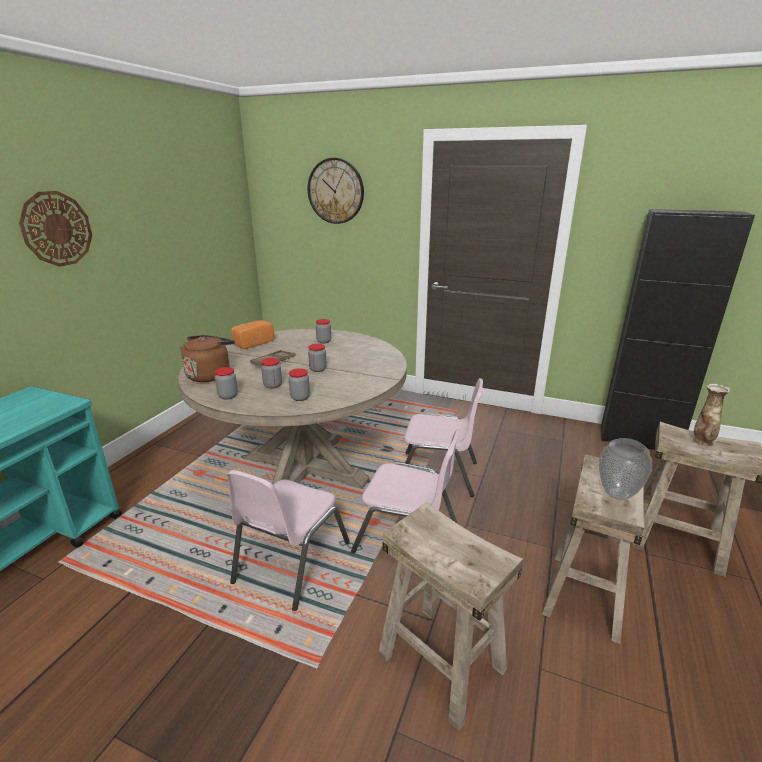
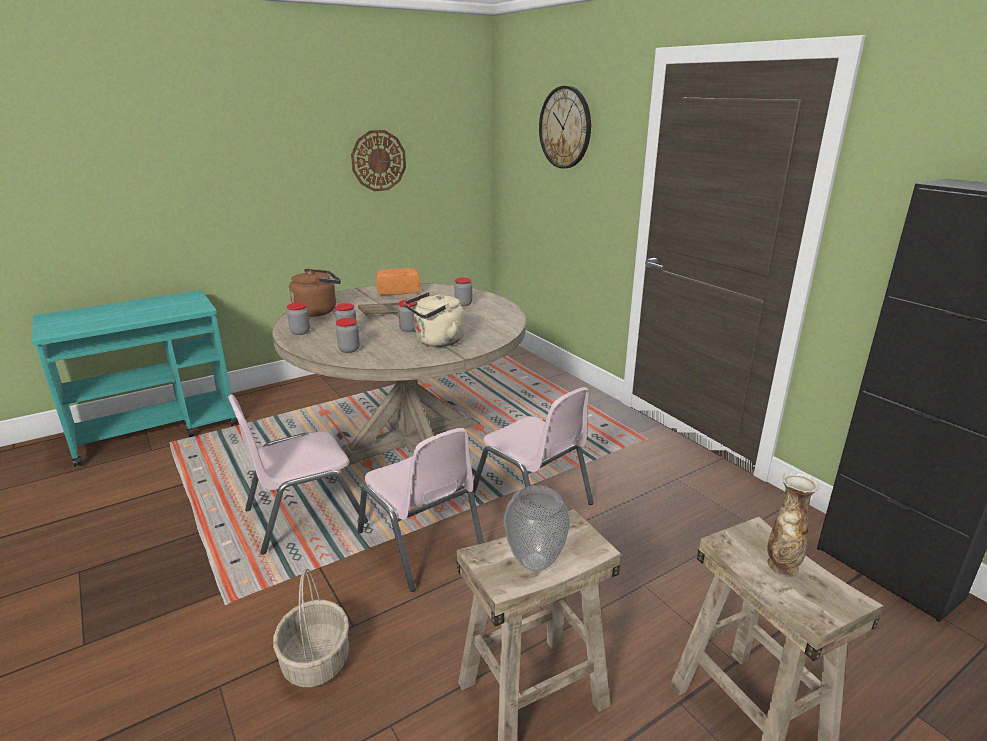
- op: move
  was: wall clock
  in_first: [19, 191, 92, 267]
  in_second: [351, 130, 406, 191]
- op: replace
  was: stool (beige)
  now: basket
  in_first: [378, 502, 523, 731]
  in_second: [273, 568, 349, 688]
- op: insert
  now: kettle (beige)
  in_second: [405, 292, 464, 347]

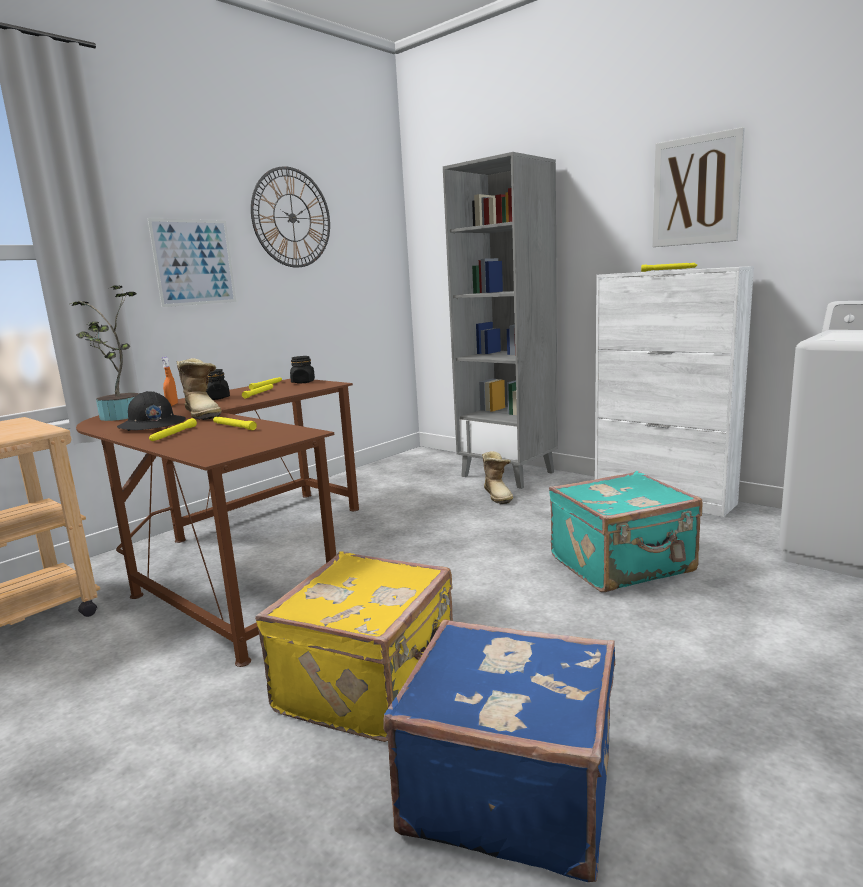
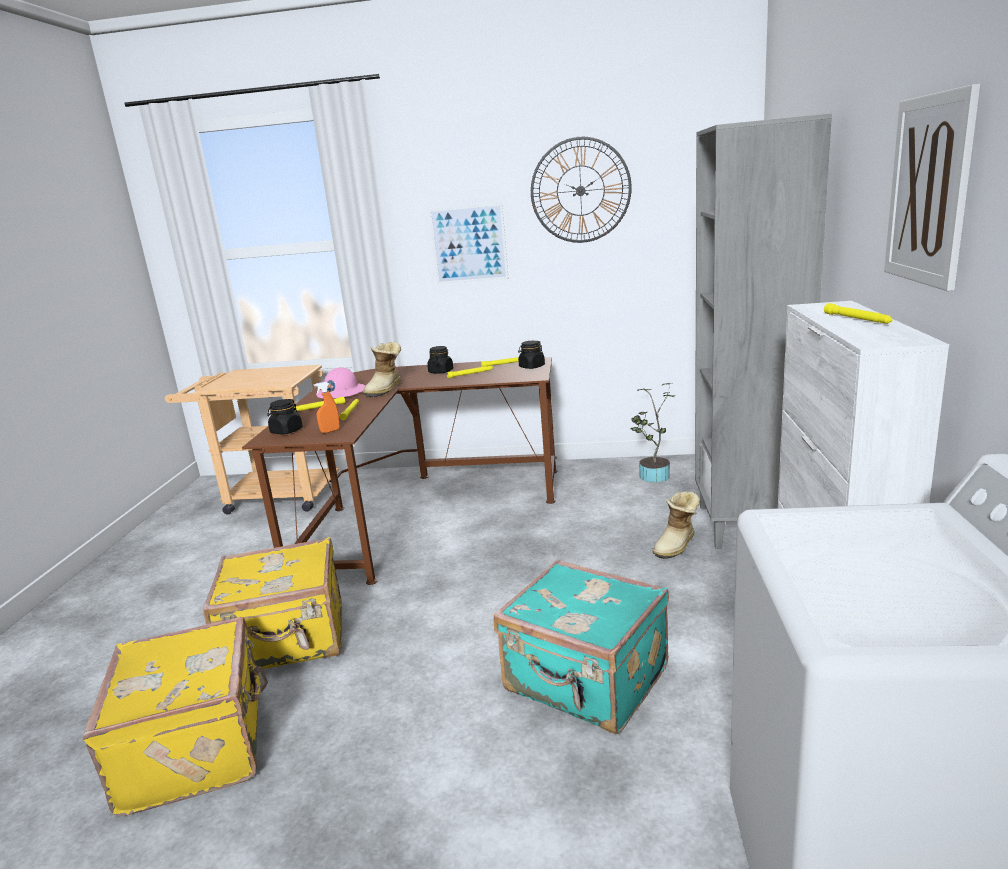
- op: move
  was: potted plant
  in_first: [70, 285, 139, 421]
  in_second: [631, 383, 674, 482]
- op: move
  was: spray bottle (orange)
  in_first: [161, 357, 178, 406]
  in_second: [314, 382, 340, 433]
- op: recolor
  was: hard hat (black)
  now: hard hat (pink)
  in_first: [117, 391, 186, 431]
  in_second: [316, 367, 366, 398]
- op: recolor
  was: suitcase (blue)
  now: suitcase (yellow)
  in_first: [383, 619, 615, 882]
  in_second: [83, 617, 268, 817]
- op: insert
  now: jar (black)
  in_second: [267, 399, 303, 434]

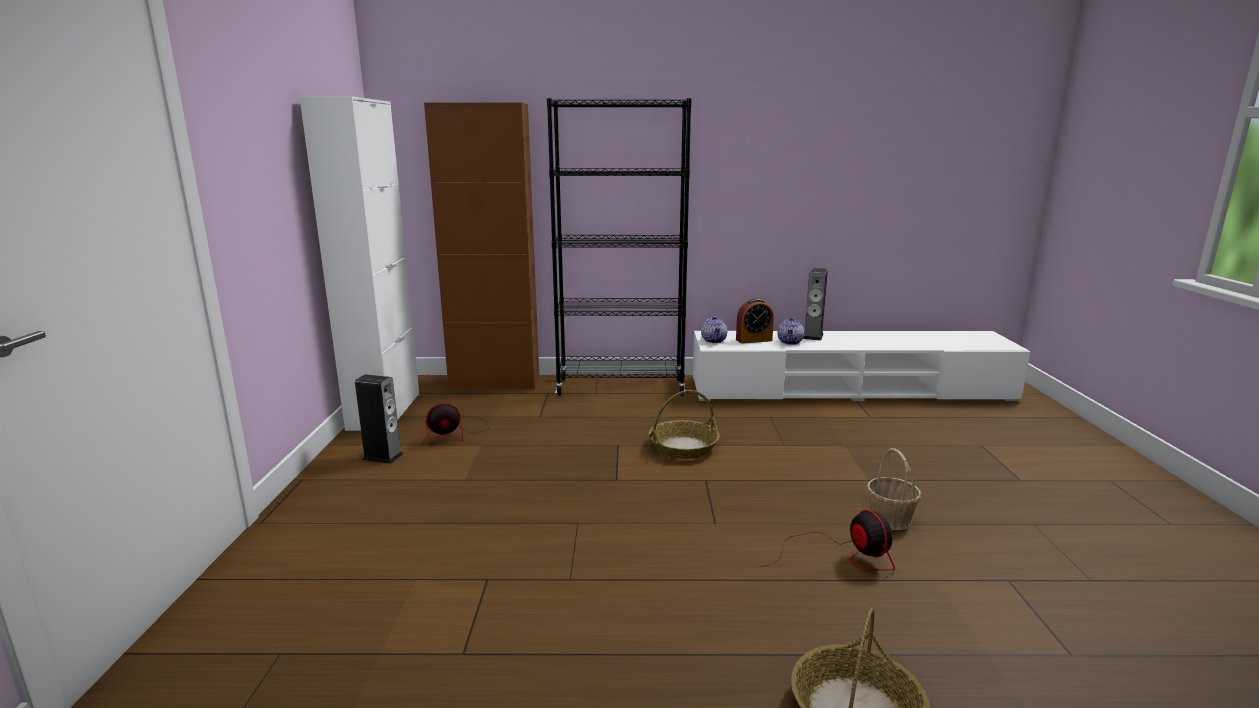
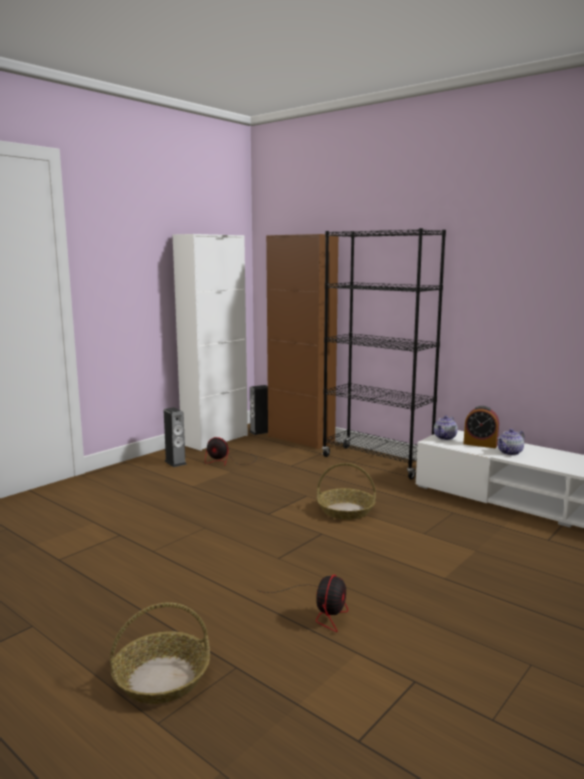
- op: move
  was: speaker
  in_first: [803, 268, 828, 341]
  in_second: [249, 385, 268, 435]
- op: delete
  was: basket
  in_first: [867, 448, 921, 530]

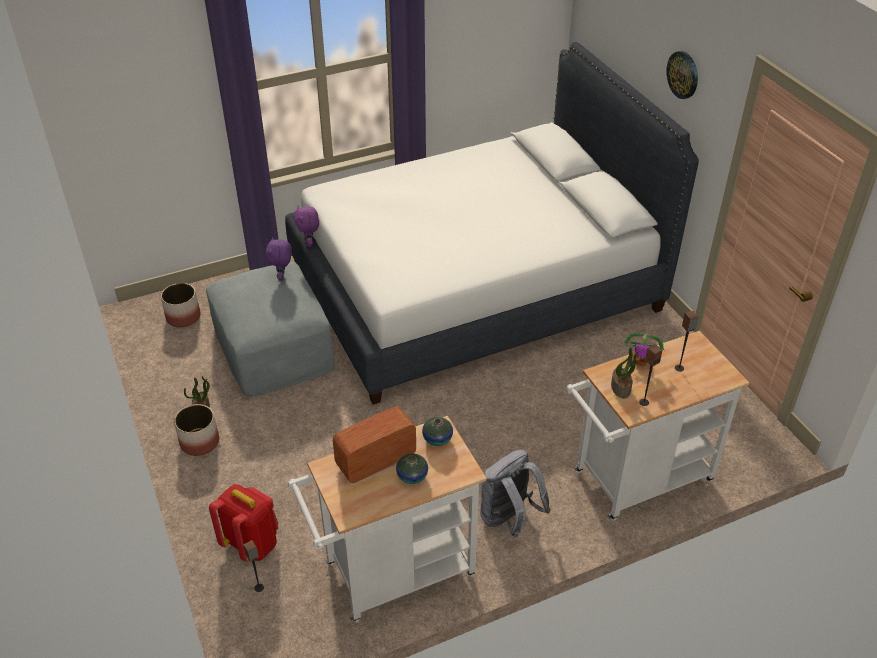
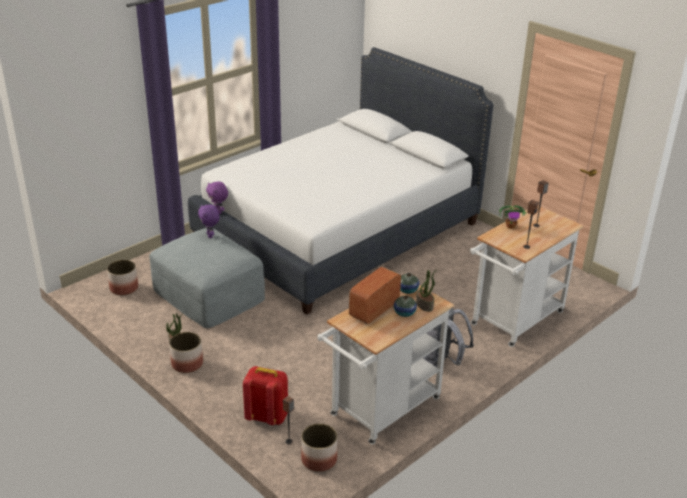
- op: delete
  was: wall clock
  in_first: [666, 51, 698, 99]
- op: move
  was: potted plant
  in_first: [611, 347, 642, 398]
  in_second: [416, 270, 436, 312]
- op: insert
  now: planter
  in_second: [301, 423, 337, 472]

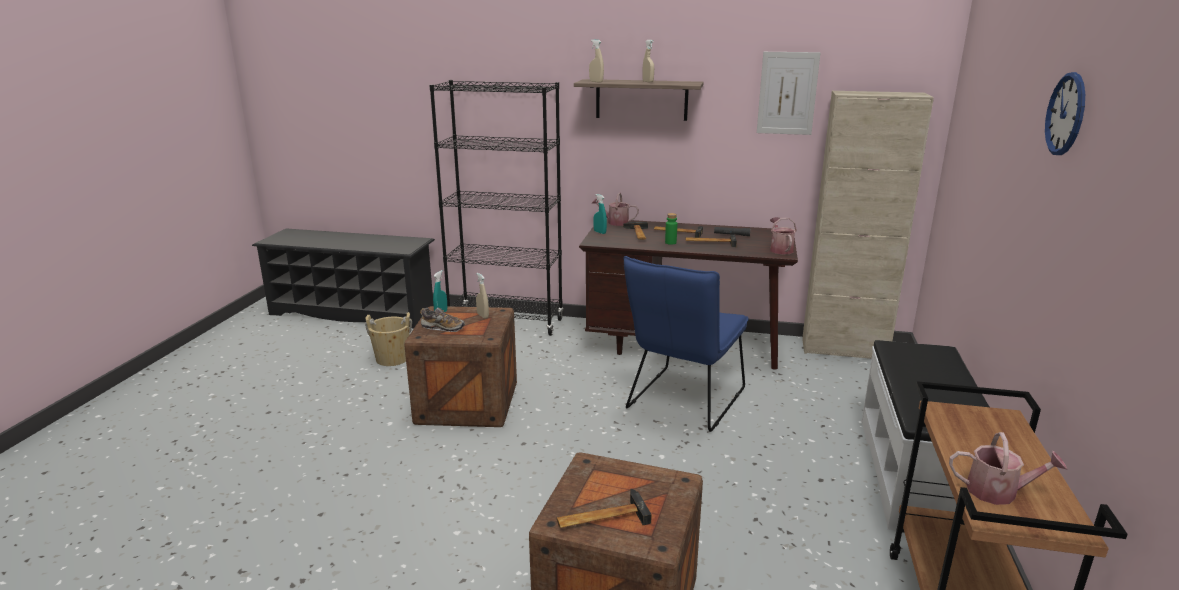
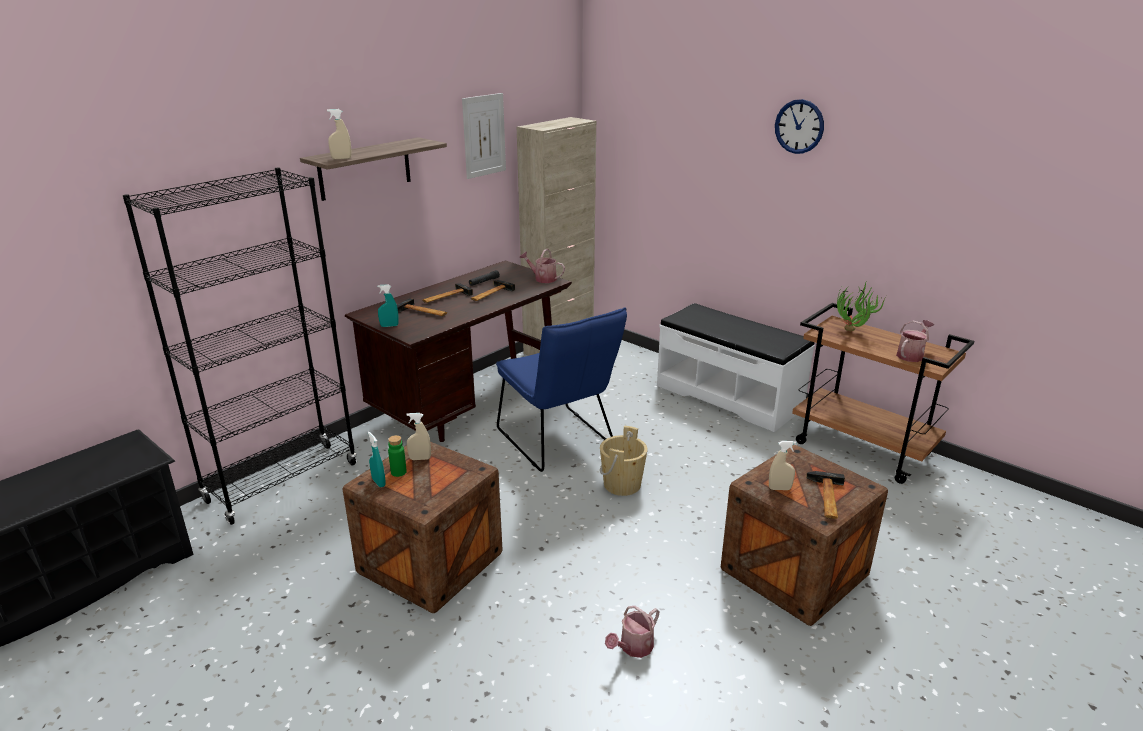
- op: move
  was: spray bottle (beige)
  in_first: [642, 40, 654, 82]
  in_second: [769, 441, 797, 490]
- op: move
  was: watering can
  in_first: [592, 193, 639, 226]
  in_second: [605, 606, 660, 658]
- op: move
  was: bottle (green)
  in_first: [665, 213, 677, 245]
  in_second: [388, 435, 407, 477]
- op: delete
  was: shoe
  in_first: [420, 307, 465, 332]
- op: move
  was: bucket (beige)
  in_first: [365, 312, 412, 366]
  in_second: [600, 426, 648, 496]
- op: insert
  now: potted plant
  in_second: [837, 283, 886, 331]

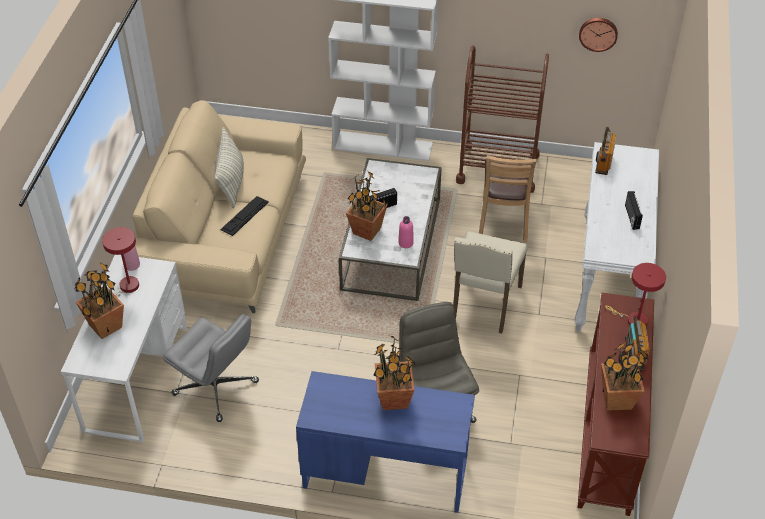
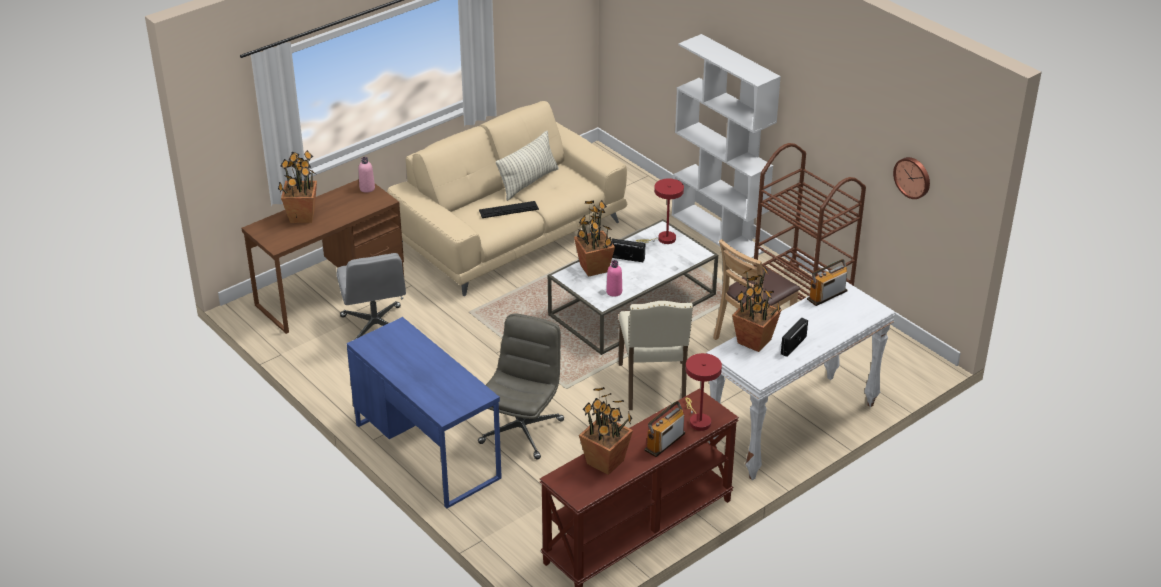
- op: move
  was: table lamp (red)
  in_first: [102, 227, 139, 297]
  in_second: [636, 178, 684, 244]
- op: rotate
  was: chair (beige)
  in_first: [453, 231, 528, 334]
  in_second: [619, 301, 693, 410]
  clockwise: -60
- op: recolor
  was: desk (white)
  now: desk (brown)
  in_first: [61, 255, 187, 442]
  in_second: [242, 179, 404, 334]
- op: move
  was: potted plant
  in_first: [373, 336, 417, 410]
  in_second: [732, 265, 781, 352]

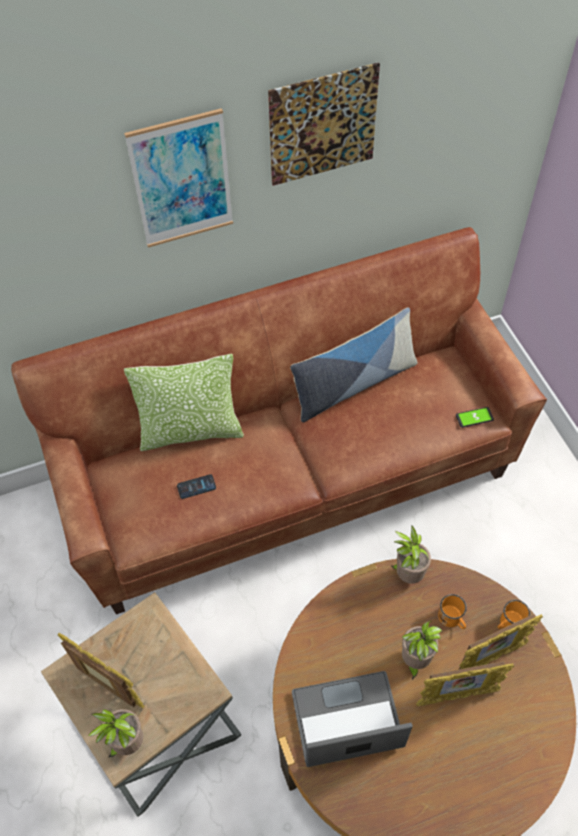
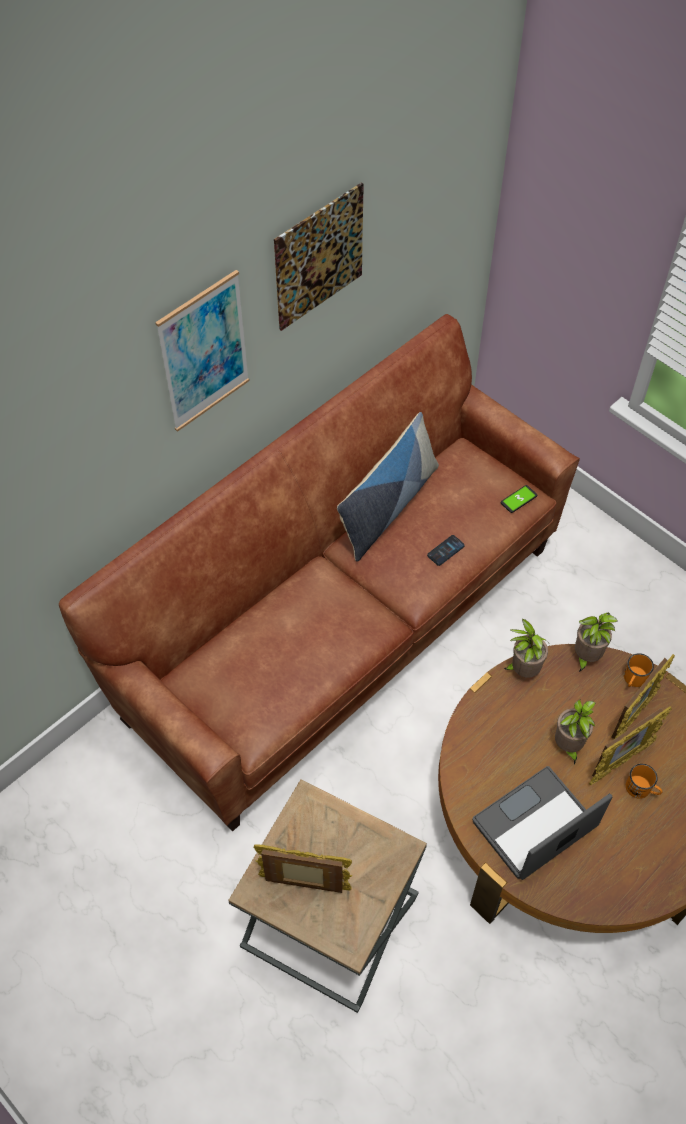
- op: delete
  was: pillow
  in_first: [124, 354, 244, 451]
- op: move
  was: phone
  in_first: [177, 474, 216, 499]
  in_second: [427, 535, 465, 566]
- op: move
  was: mug (orange)
  in_first: [438, 594, 467, 629]
  in_second: [626, 764, 663, 799]
- op: move
  was: potted plant
  in_first: [88, 709, 143, 758]
  in_second: [575, 613, 618, 672]

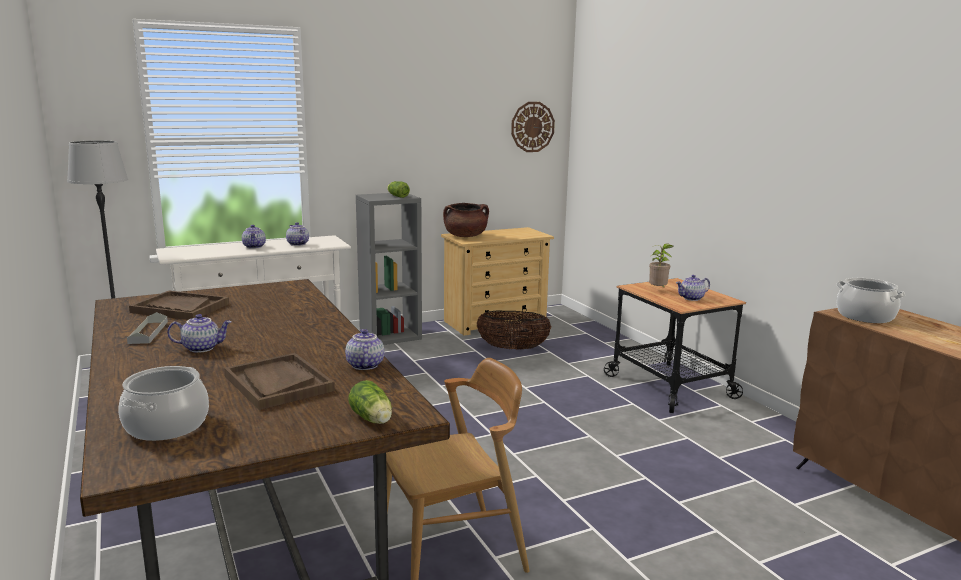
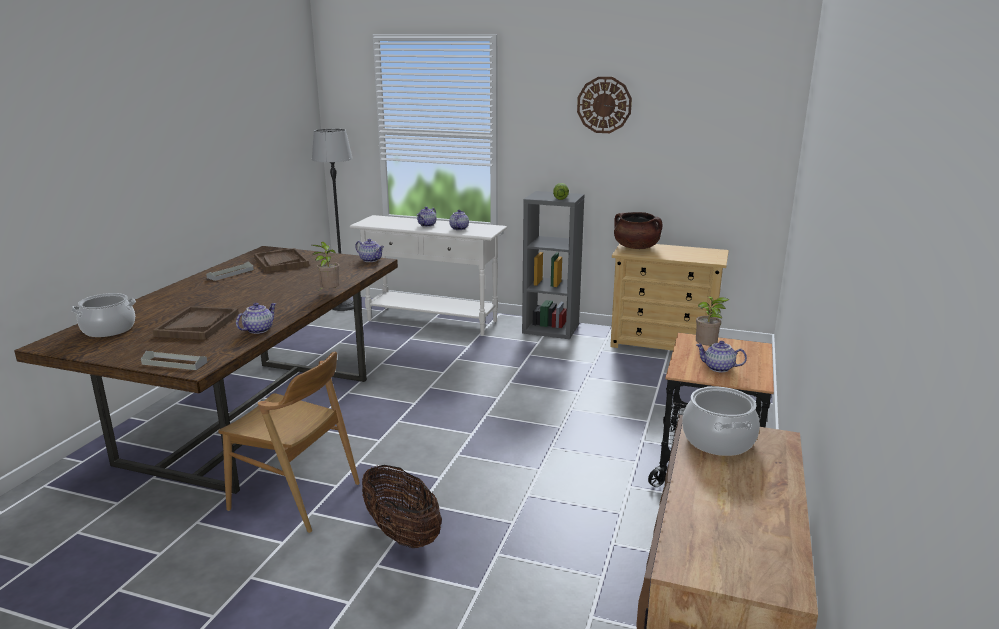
- op: move
  was: wall clock
  in_first: [511, 102, 555, 152]
  in_second: [577, 77, 632, 133]
- op: move
  was: basket
  in_first: [477, 310, 551, 350]
  in_second: [362, 464, 442, 548]
- op: move
  was: teapot
  in_first: [167, 314, 231, 353]
  in_second: [355, 239, 384, 262]
- op: replace
  was: lettuce
  now: tray (grey)
  in_first: [349, 380, 392, 424]
  in_second: [141, 351, 207, 370]
- op: insert
  now: potted plant
  in_second: [312, 242, 340, 291]

